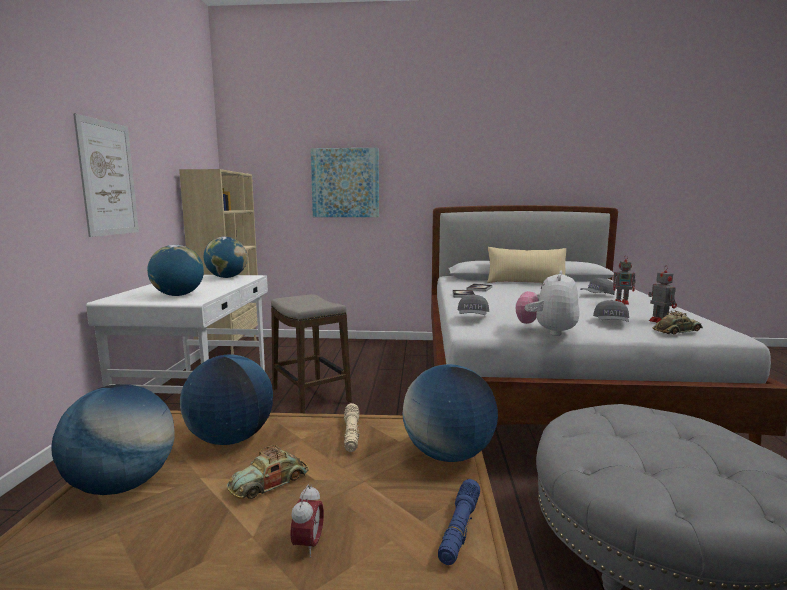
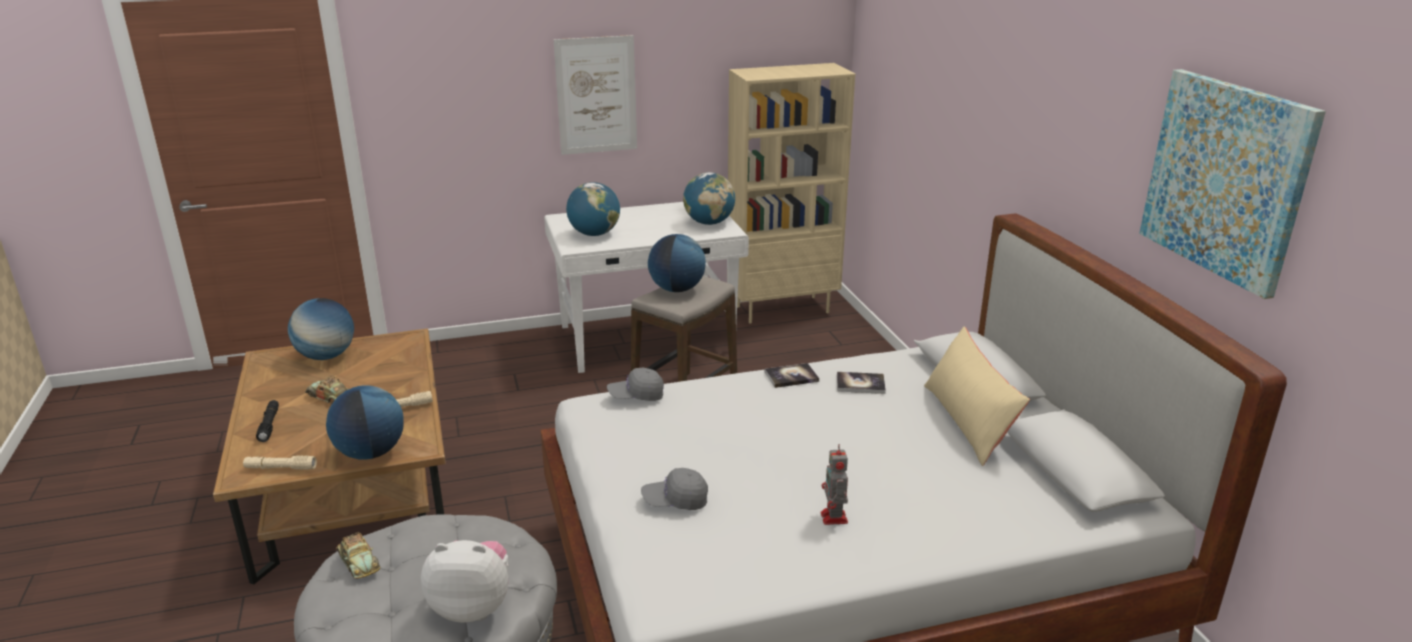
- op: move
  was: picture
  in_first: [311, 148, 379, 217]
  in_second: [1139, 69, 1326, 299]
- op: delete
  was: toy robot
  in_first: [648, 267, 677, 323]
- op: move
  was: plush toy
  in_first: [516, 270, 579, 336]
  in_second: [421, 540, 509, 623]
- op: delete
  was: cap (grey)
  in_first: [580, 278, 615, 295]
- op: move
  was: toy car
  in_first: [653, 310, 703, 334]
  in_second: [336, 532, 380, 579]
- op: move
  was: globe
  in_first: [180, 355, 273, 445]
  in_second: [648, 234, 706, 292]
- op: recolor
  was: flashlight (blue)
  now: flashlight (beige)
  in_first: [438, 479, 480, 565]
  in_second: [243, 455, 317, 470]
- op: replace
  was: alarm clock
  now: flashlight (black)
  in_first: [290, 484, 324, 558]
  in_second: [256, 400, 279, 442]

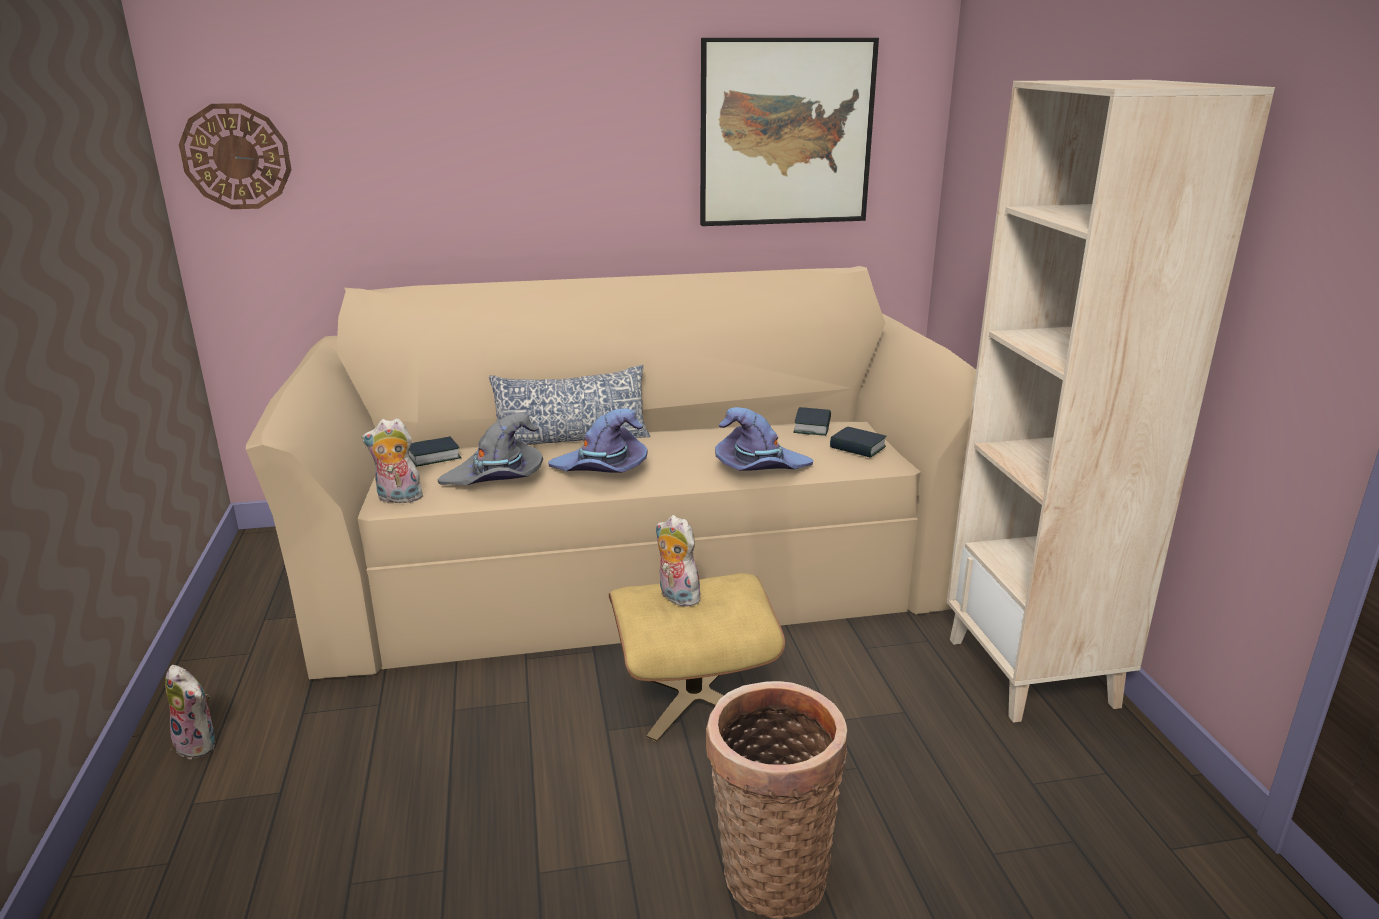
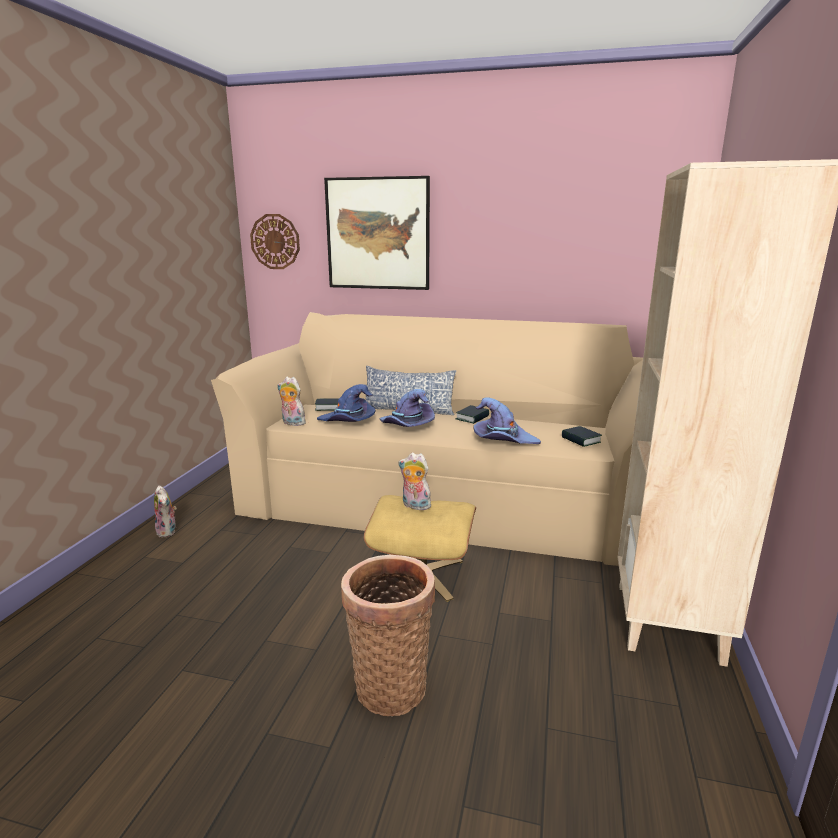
- op: move
  was: picture
  in_first: [700, 38, 879, 226]
  in_second: [324, 176, 430, 290]
- op: move
  was: book
  in_first: [793, 407, 831, 436]
  in_second: [455, 405, 489, 424]
- op: recolor
  was: hat (grey)
  now: hat (blue)
  in_first: [438, 413, 543, 485]
  in_second: [317, 384, 376, 422]
- op: rotate
  was: plush toy
  in_first: [655, 515, 702, 606]
  in_second: [398, 452, 431, 510]
  clockwise: -45

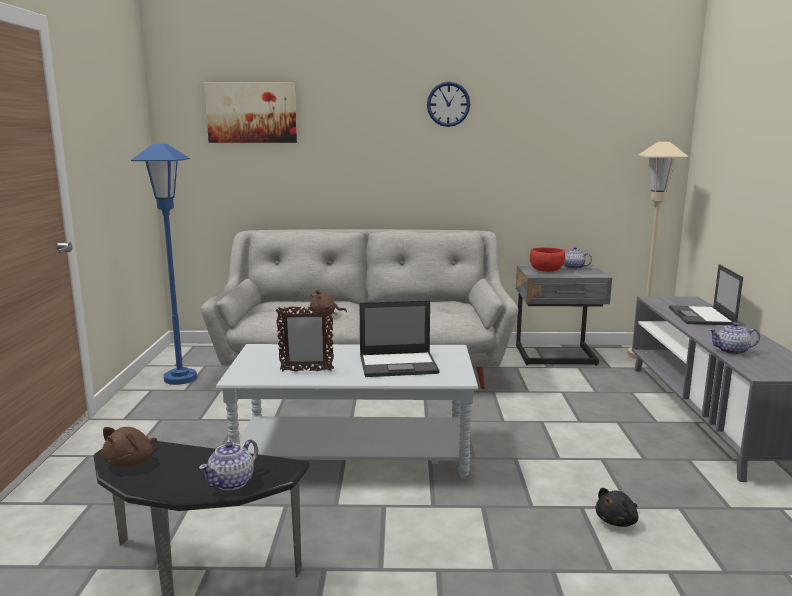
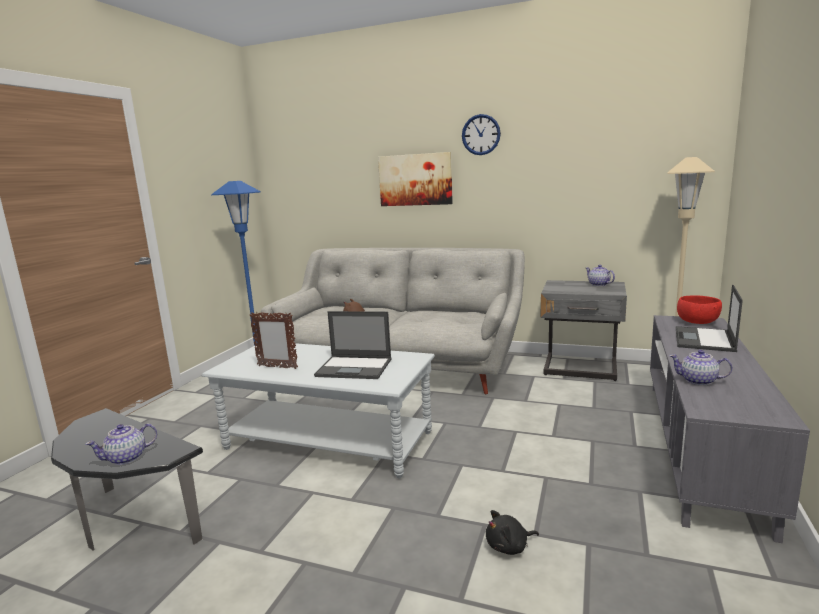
- op: move
  was: picture
  in_first: [204, 82, 297, 143]
  in_second: [378, 152, 453, 206]
- op: move
  was: bowl (red)
  in_first: [530, 247, 565, 272]
  in_second: [677, 295, 722, 324]
- op: delete
  was: plush toy (brown)
  in_first: [102, 427, 158, 467]

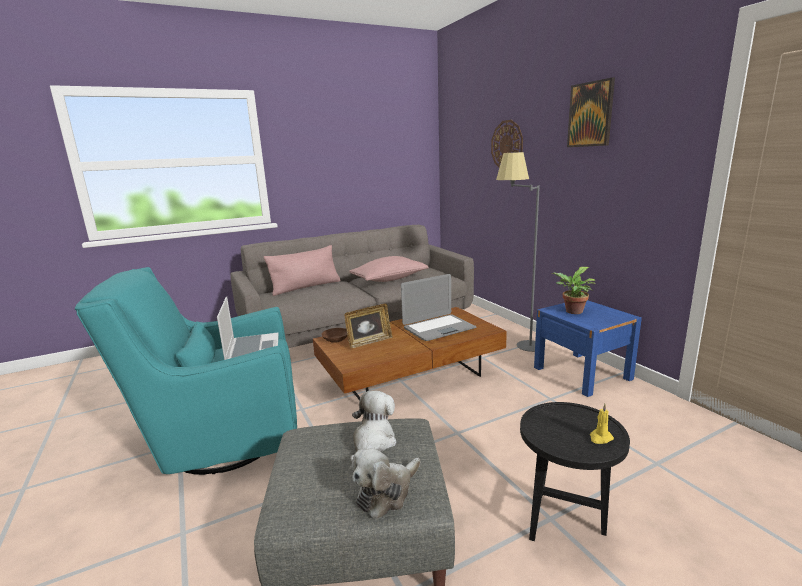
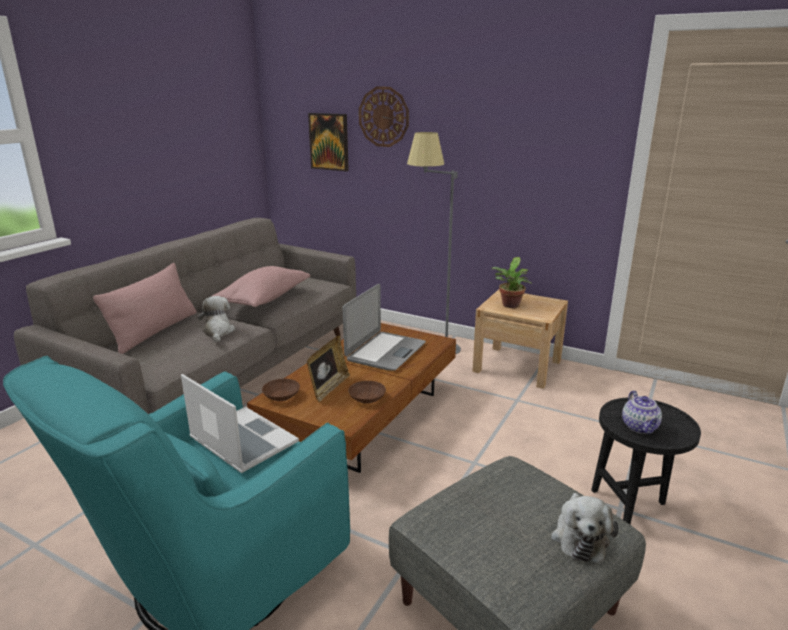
- op: move
  was: picture
  in_first: [567, 77, 615, 147]
  in_second: [308, 113, 349, 171]
- op: recolor
  was: nightstand (blue)
  now: nightstand (beige)
  in_first: [534, 300, 642, 397]
  in_second: [472, 289, 568, 389]
- op: move
  was: plush toy
  in_first: [350, 390, 396, 464]
  in_second: [198, 296, 235, 342]
- op: delete
  was: candle (yellow)
  in_first: [590, 404, 614, 444]
- op: insert
  now: bowl (brown)
  in_second: [348, 381, 386, 404]
- op: insert
  now: teapot
  in_second: [622, 391, 662, 434]

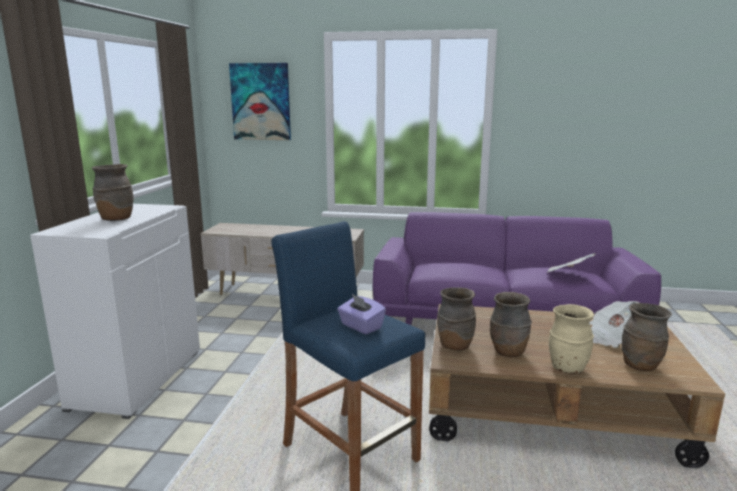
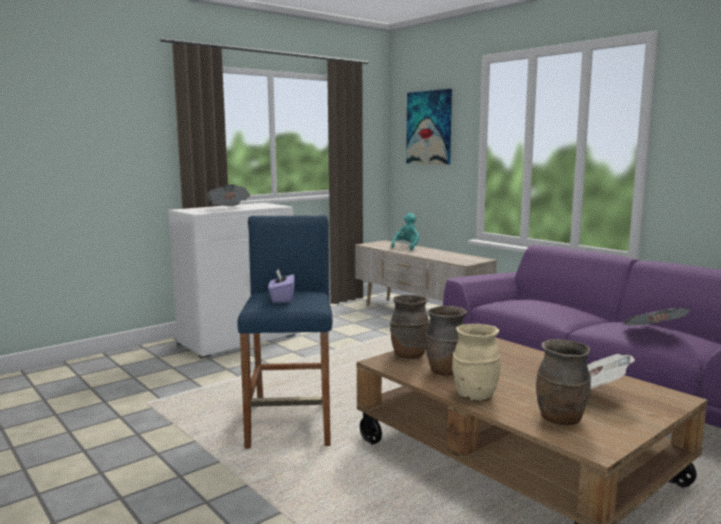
- op: replace
  was: vase (brown)
  now: newspaper
  in_first: [92, 164, 134, 221]
  in_second: [207, 185, 250, 206]
- op: insert
  now: plush toy (turquoise)
  in_second: [391, 213, 420, 251]

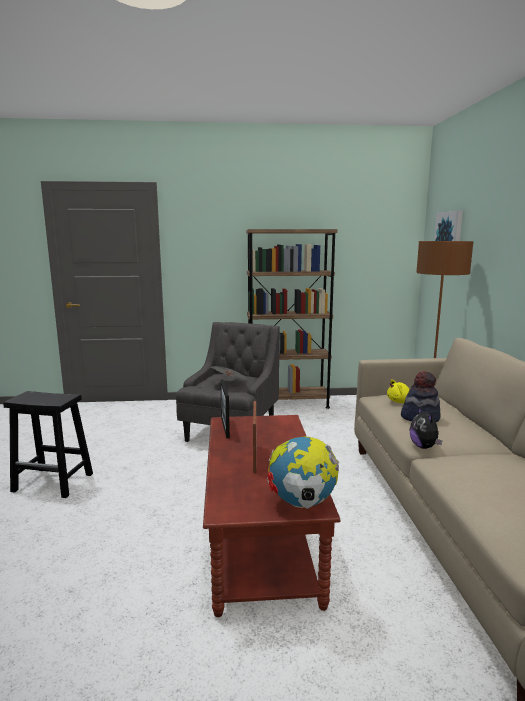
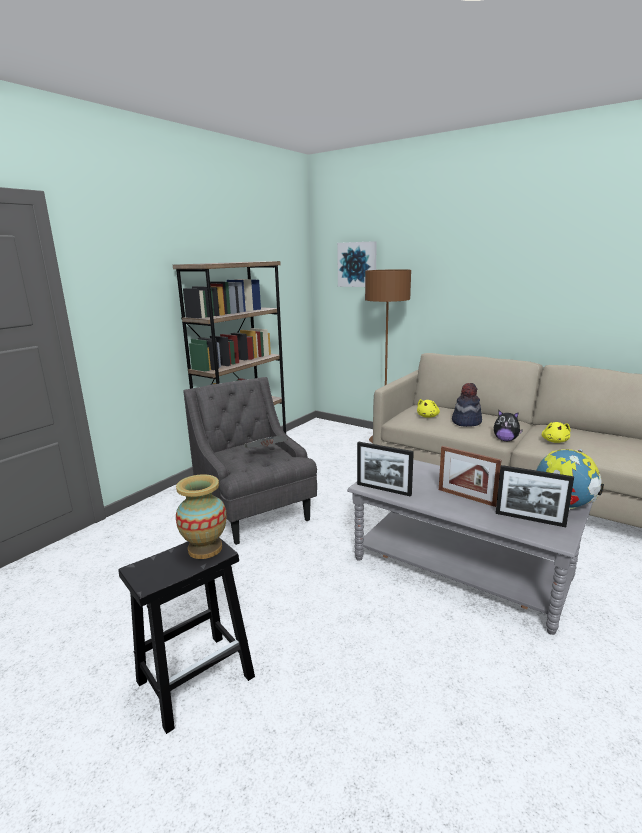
- op: recolor
  was: coffee table (brown)
  now: coffee table (grey)
  in_first: [203, 415, 341, 617]
  in_second: [347, 460, 593, 635]
- op: insert
  now: plush toy (yellow)
  in_second: [542, 422, 571, 443]
- op: insert
  now: picture frame
  in_second: [496, 465, 574, 527]
- op: insert
  now: vase
  in_second: [176, 474, 227, 559]

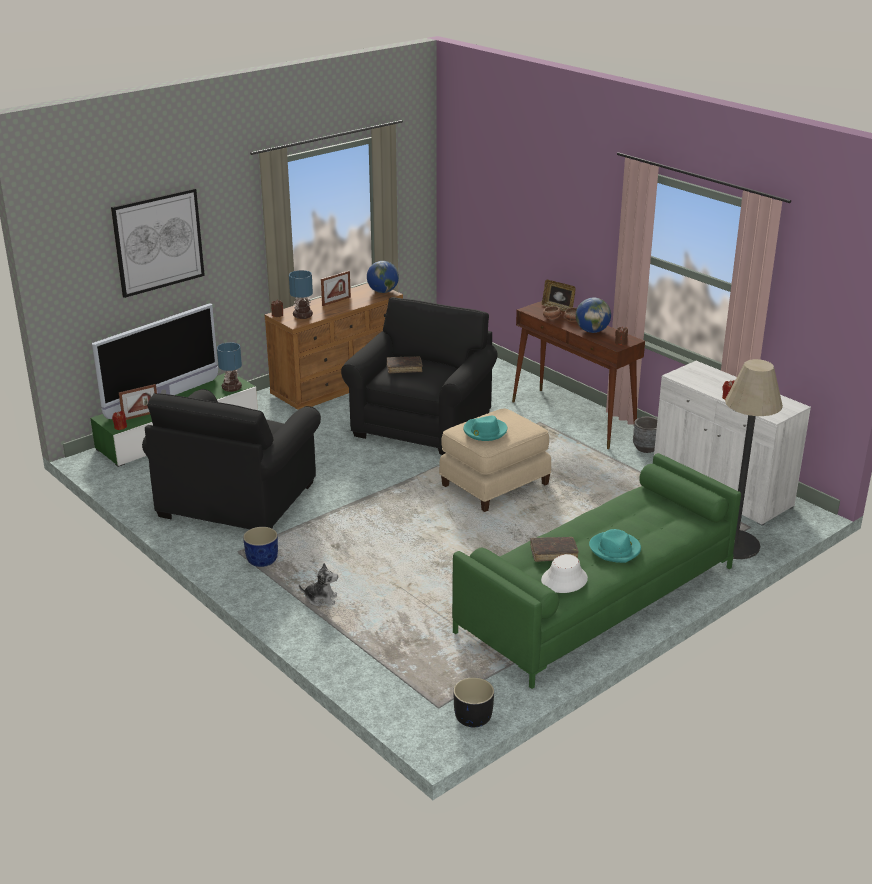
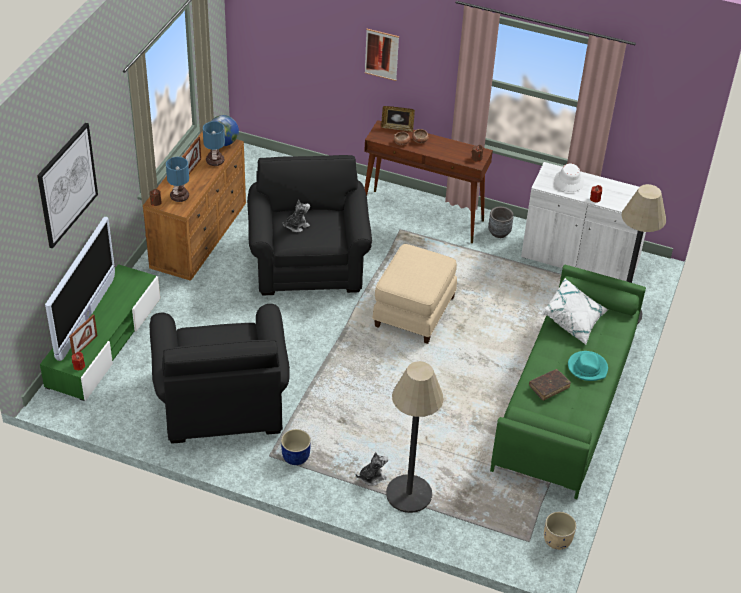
- op: delete
  was: globe
  in_first: [576, 297, 611, 333]
- op: move
  was: table lamp
  in_first: [217, 342, 242, 392]
  in_second: [203, 121, 225, 166]
- op: replace
  was: book (brown)
  now: plush toy
  in_first: [387, 357, 423, 374]
  in_second: [283, 200, 310, 232]
- op: delete
  was: hat (turquoise)
  in_first: [463, 416, 507, 441]
- op: move
  was: hat (white)
  in_first: [541, 554, 588, 593]
  in_second: [554, 163, 584, 192]
- op: recolor
  was: planter (black)
  now: planter (beige)
  in_first: [453, 677, 494, 727]
  in_second: [544, 512, 577, 550]
- op: insert
  now: picture
  in_second: [365, 29, 399, 81]
- op: insert
  now: pillow (white)
  in_second: [541, 278, 608, 345]
- op: insert
  now: floor lamp
  in_second: [386, 361, 444, 513]

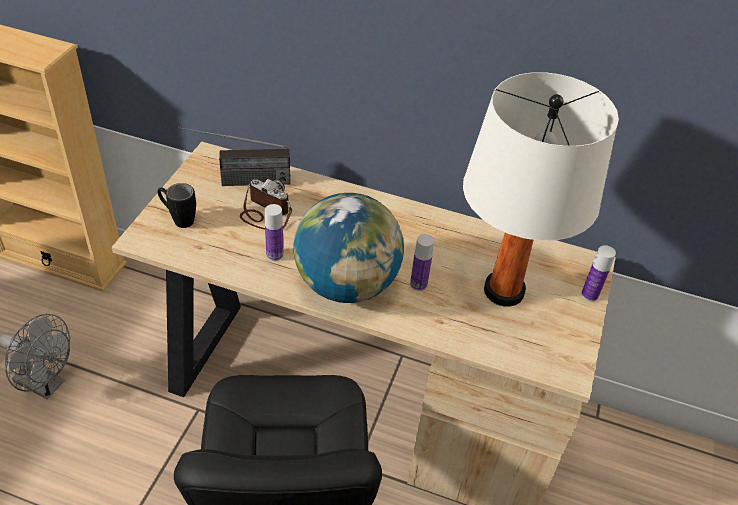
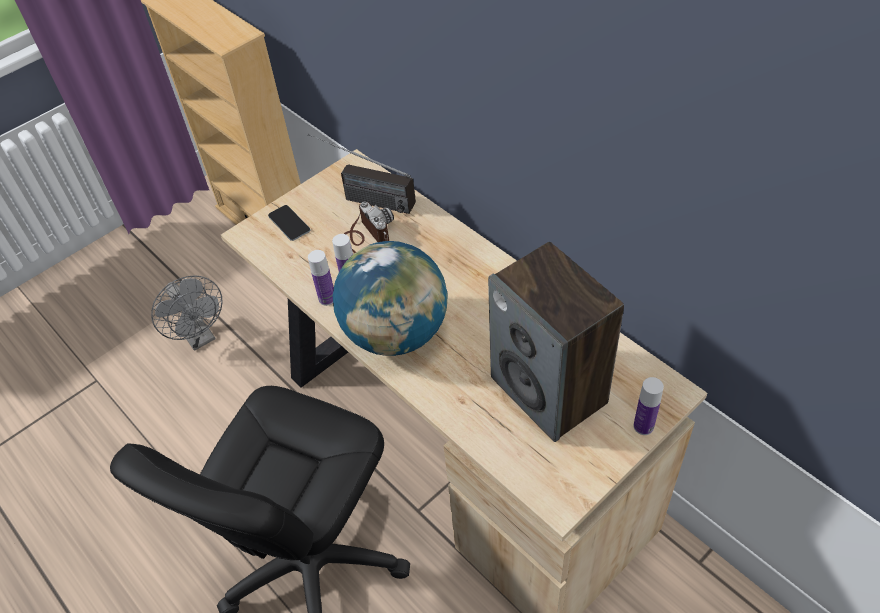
- op: replace
  was: table lamp (white)
  now: speaker
  in_first: [463, 72, 619, 307]
  in_second: [488, 242, 624, 442]
- op: replace
  was: mug (black)
  now: phone
  in_first: [157, 183, 196, 228]
  in_second: [268, 205, 310, 241]
- op: move
  was: bottle
  in_first: [410, 234, 434, 291]
  in_second: [308, 250, 334, 306]

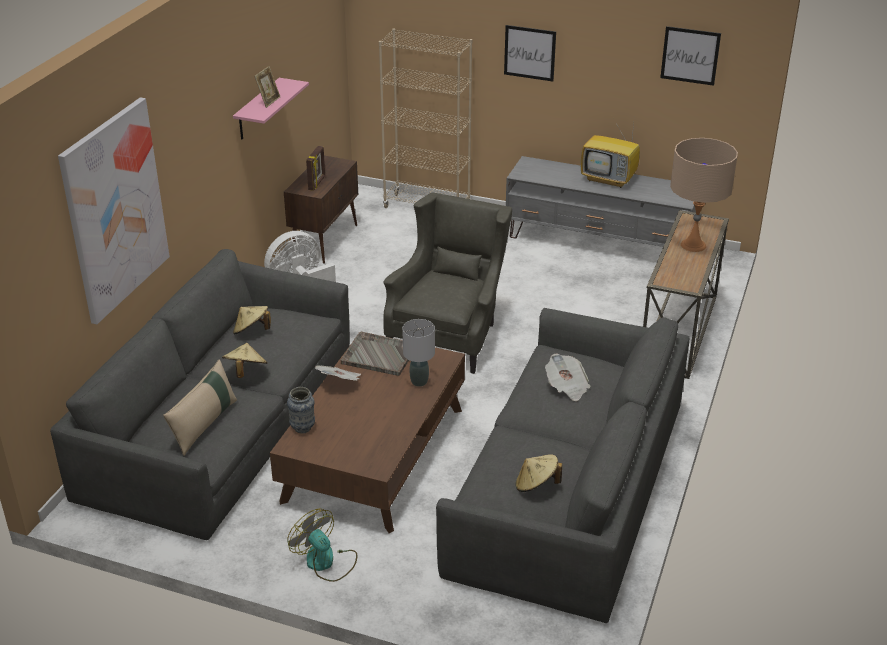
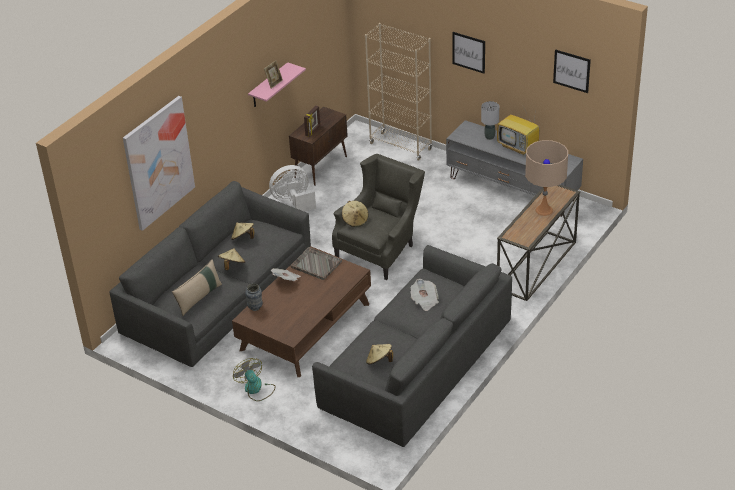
- op: move
  was: table lamp (grey)
  in_first: [402, 319, 435, 387]
  in_second: [481, 101, 499, 140]
- op: insert
  now: hat (beige)
  in_second: [342, 201, 369, 227]

